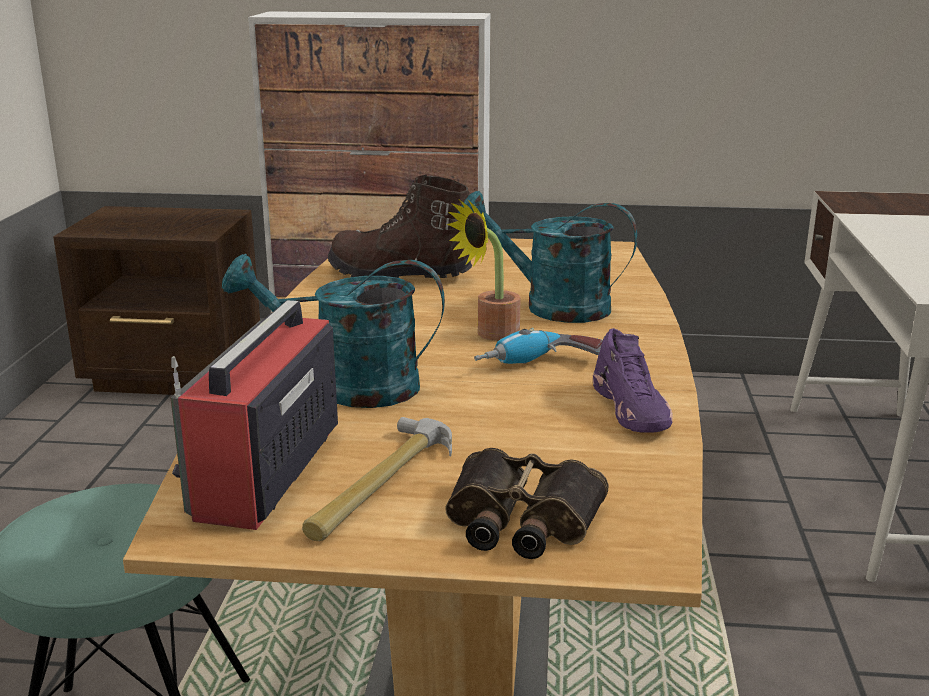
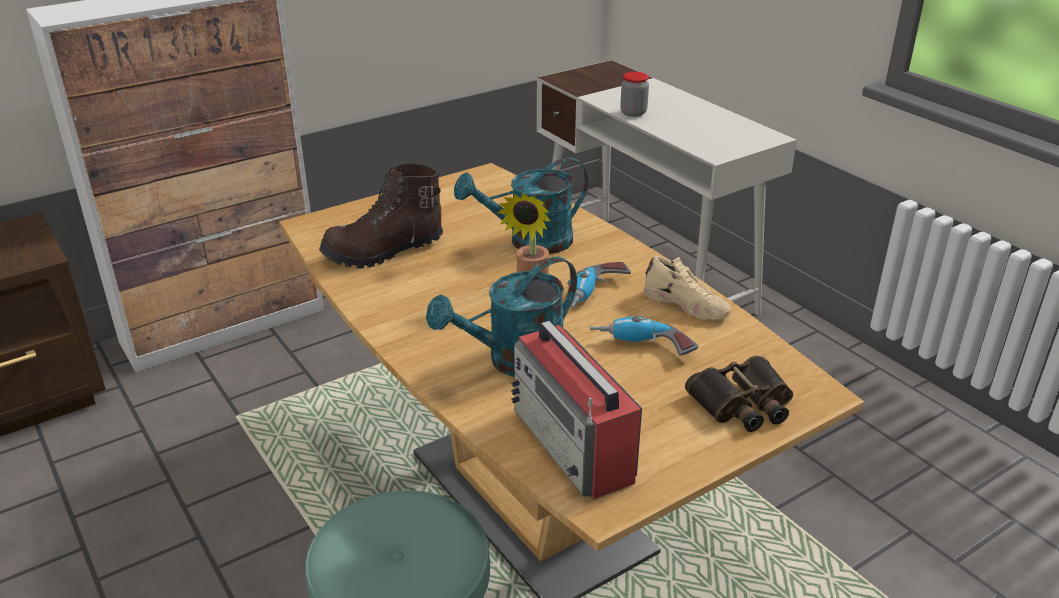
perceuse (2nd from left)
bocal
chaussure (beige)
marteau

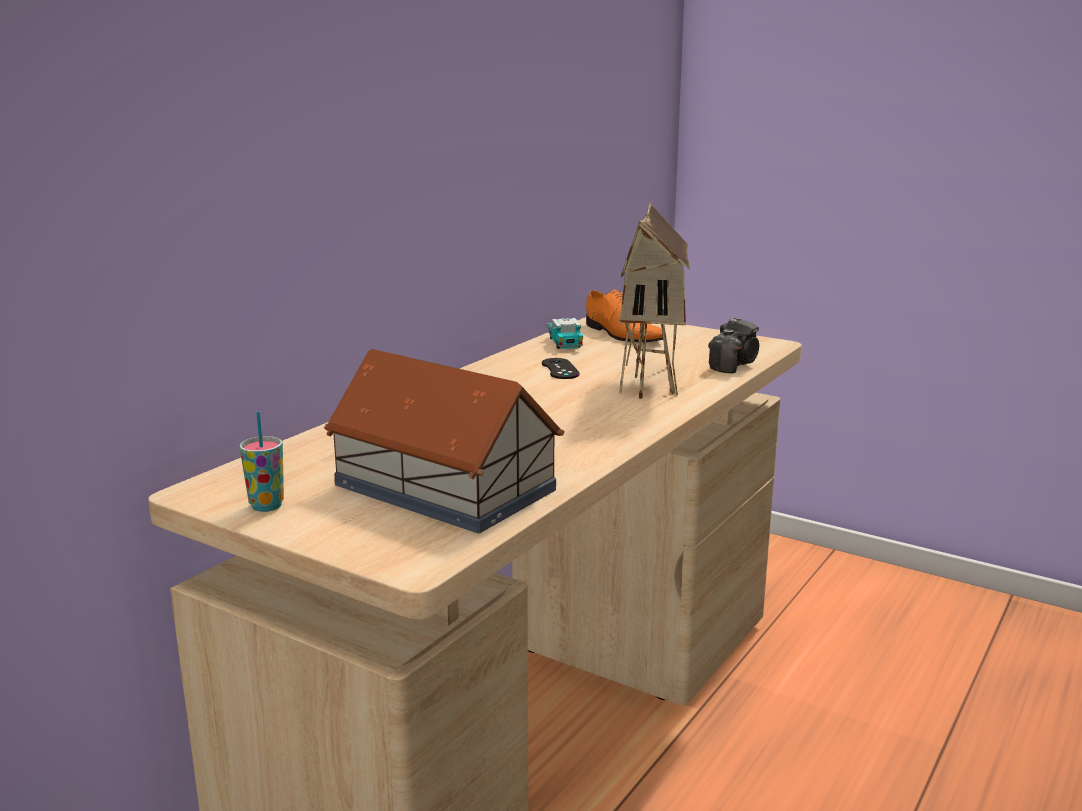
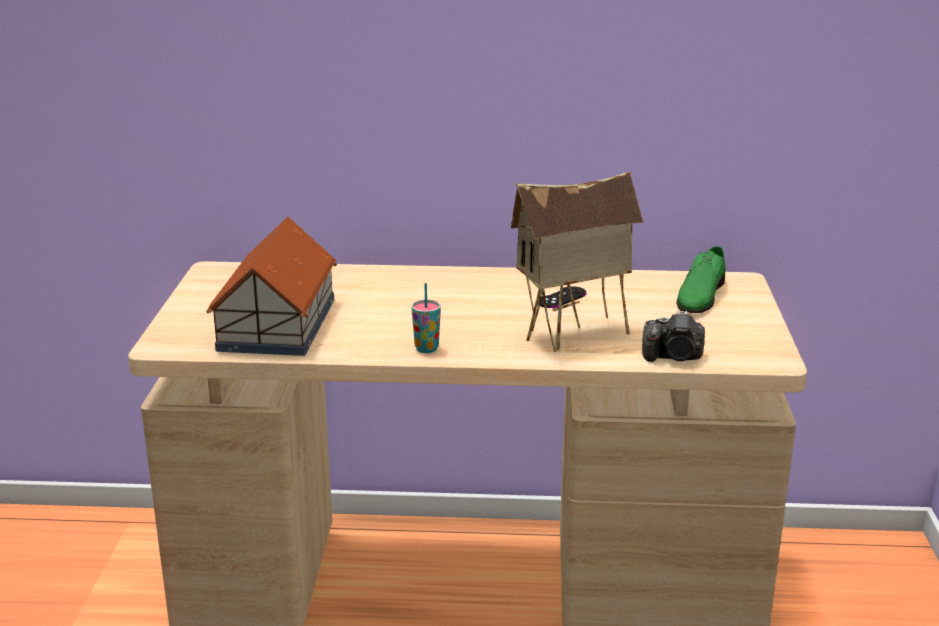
tasse
chaussure (vert)
petite voiture

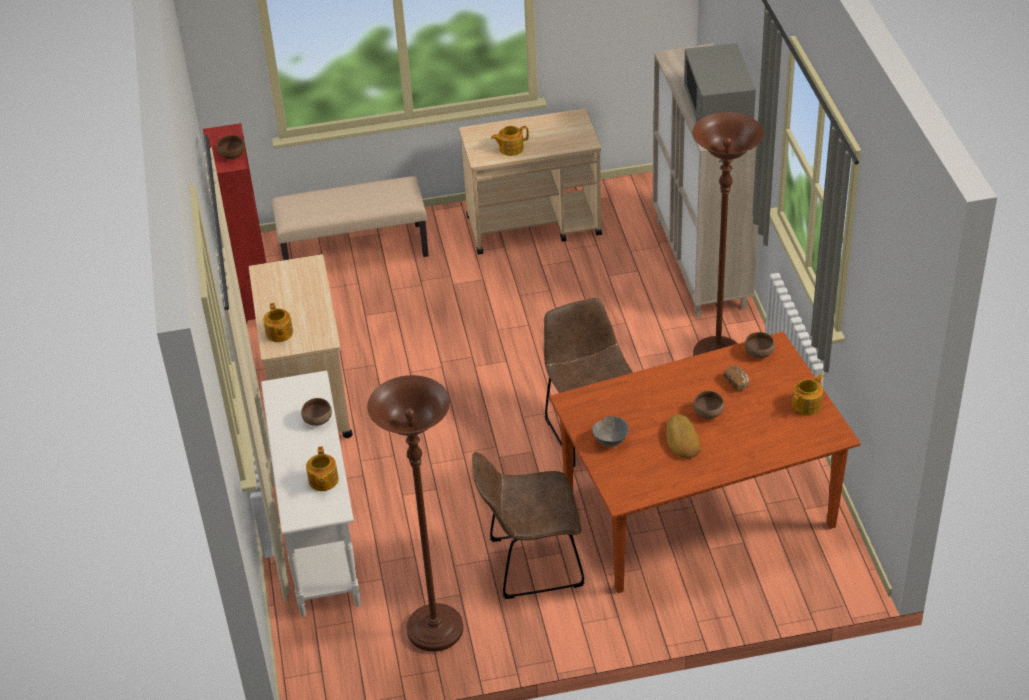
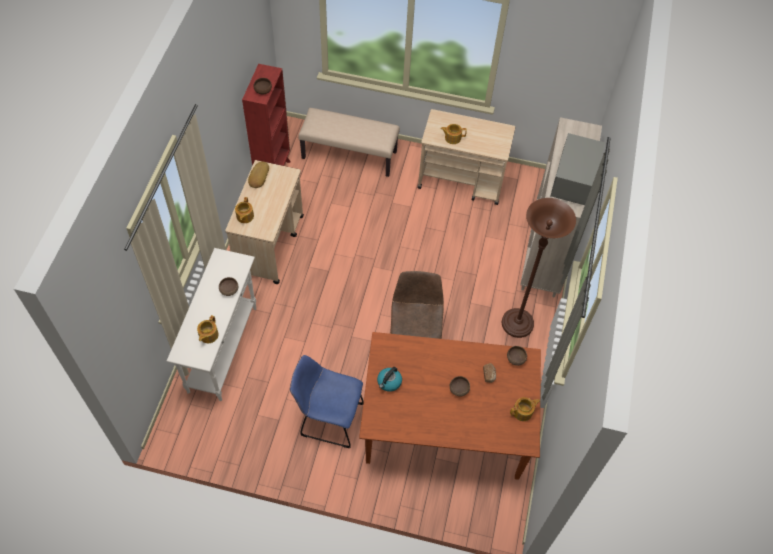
pain (1st from left)
chaise (bleu)
bouilloire
lampadaire (marron) (1st from left in the first image)

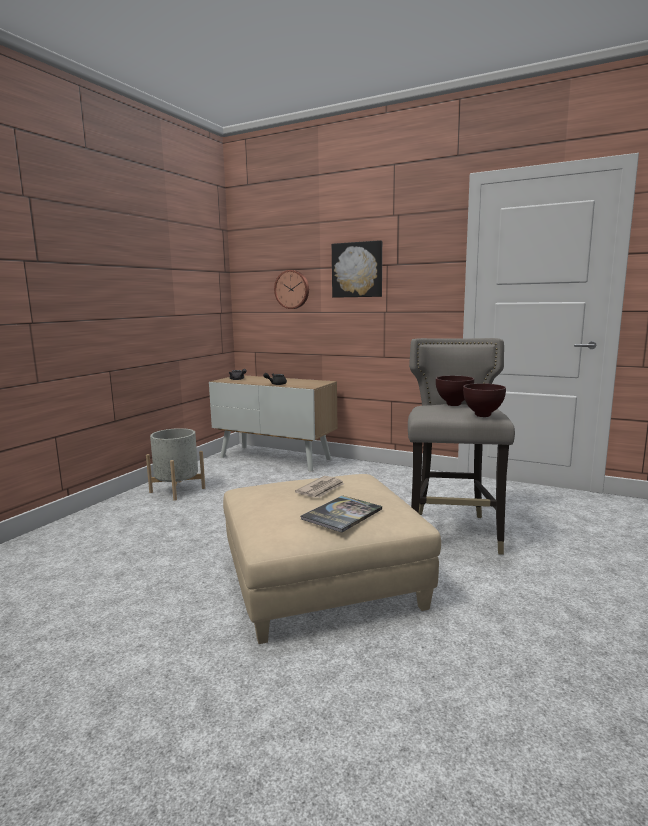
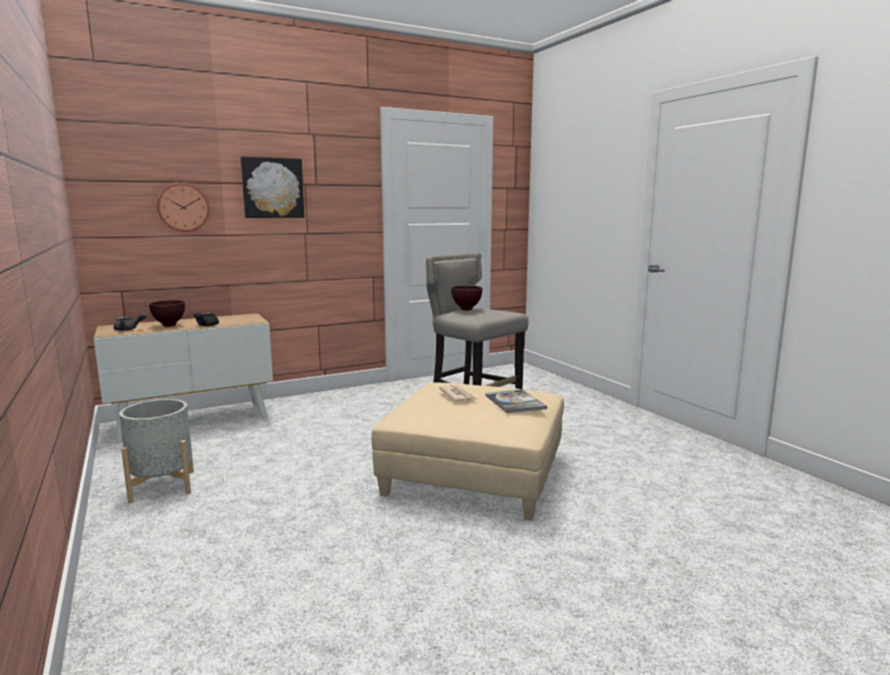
bol (marron) (1st from left)

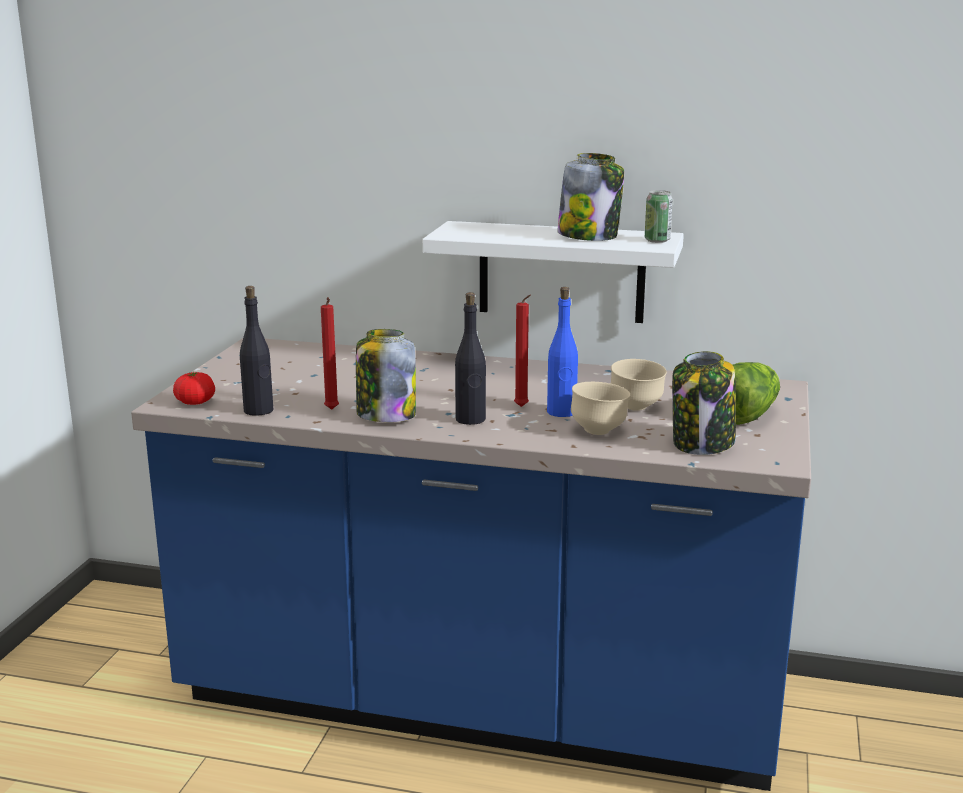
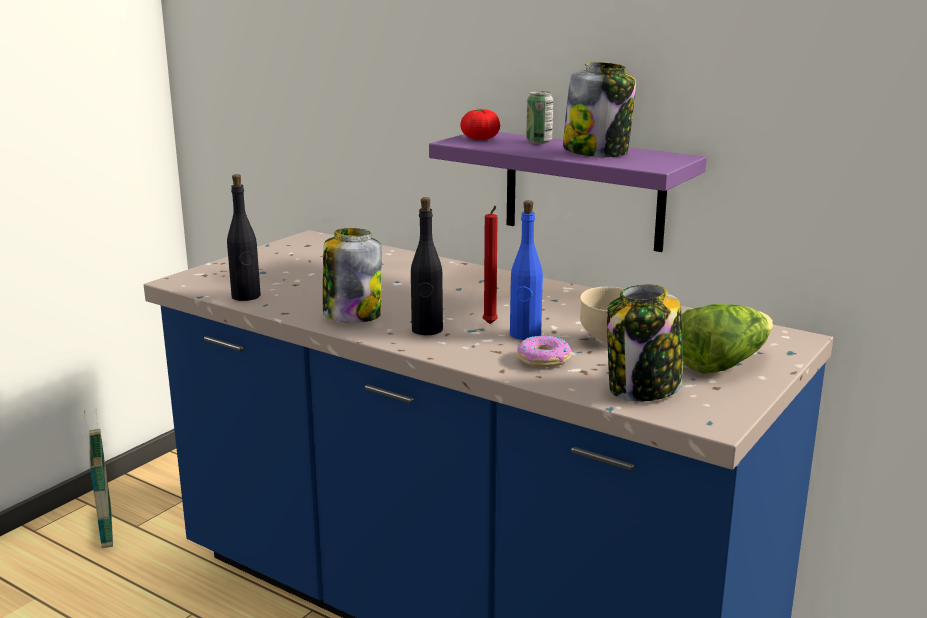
panier
étagère (violet)
tomate
beignet
boîte métallique
bougie (rouge) (1st from left in the first image)

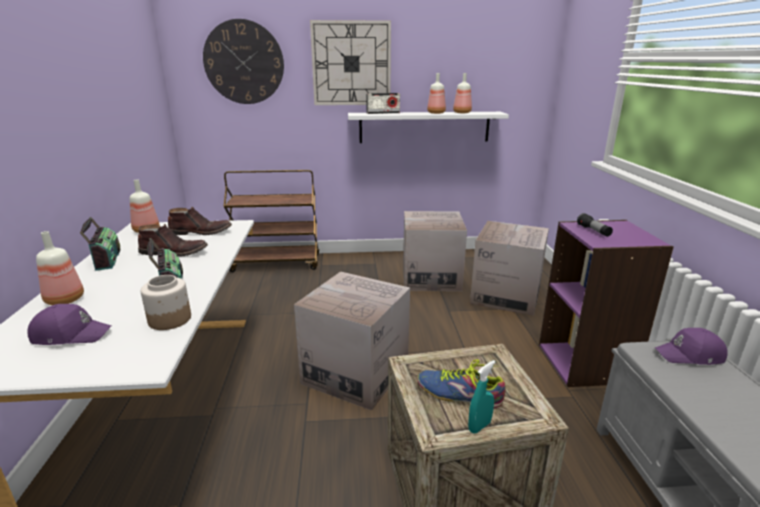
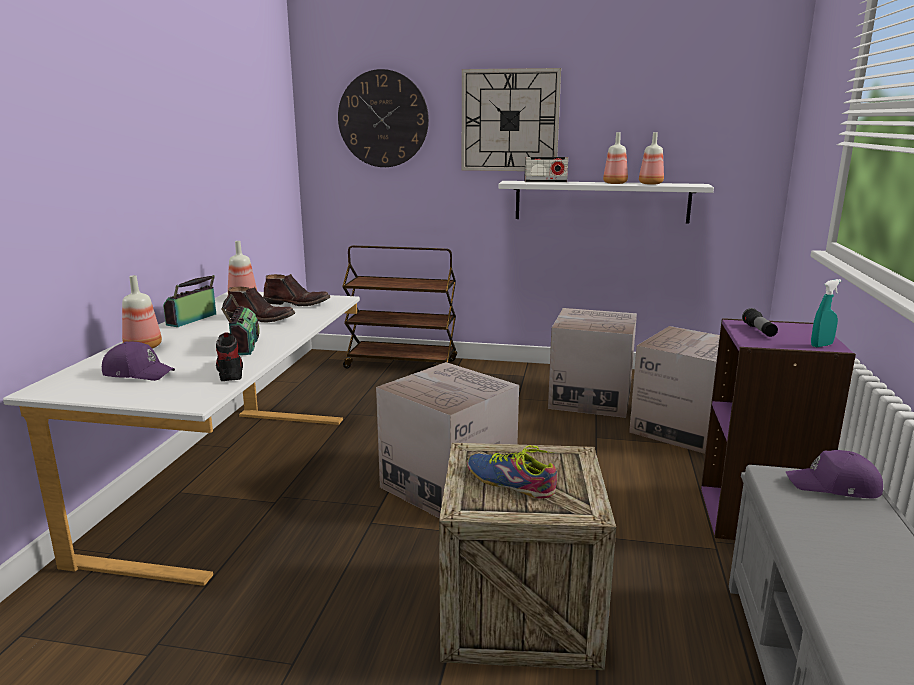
radio (1st from left)
chaussure (1st from left)
vaporisateur (turquoise)

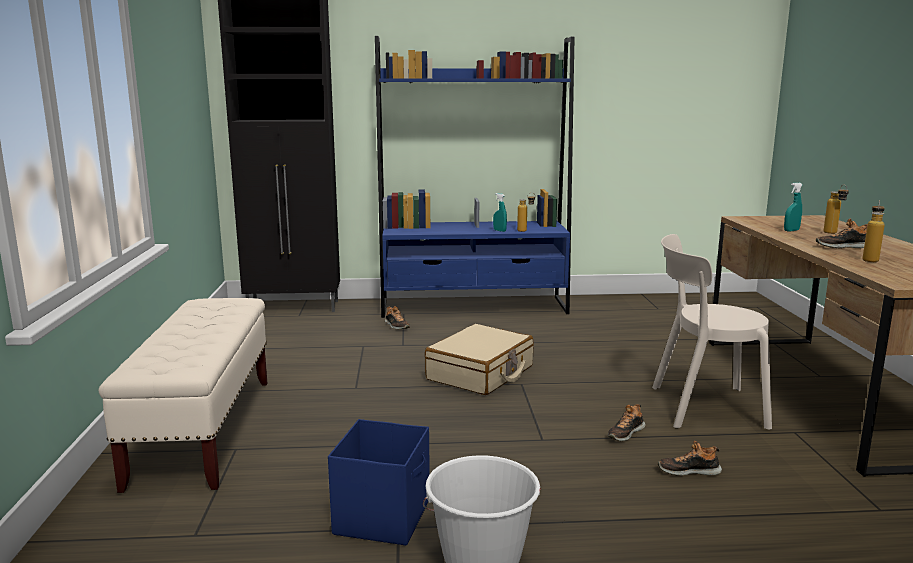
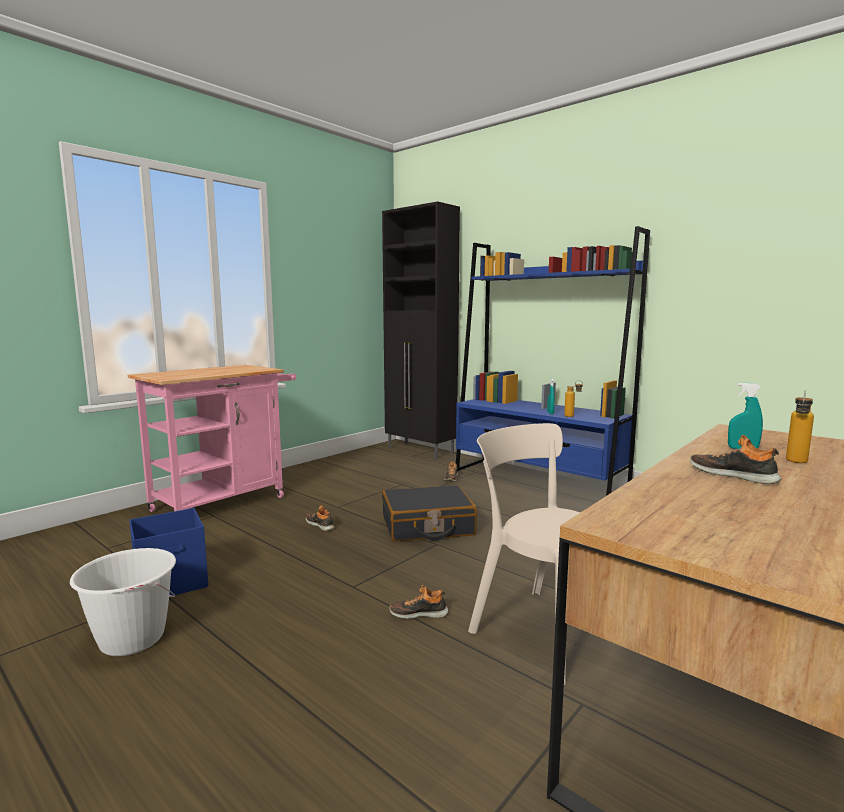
chariot (rose)
chaussure (1st from left)
valise (noir)
bouteille (3rd from left in the first image)

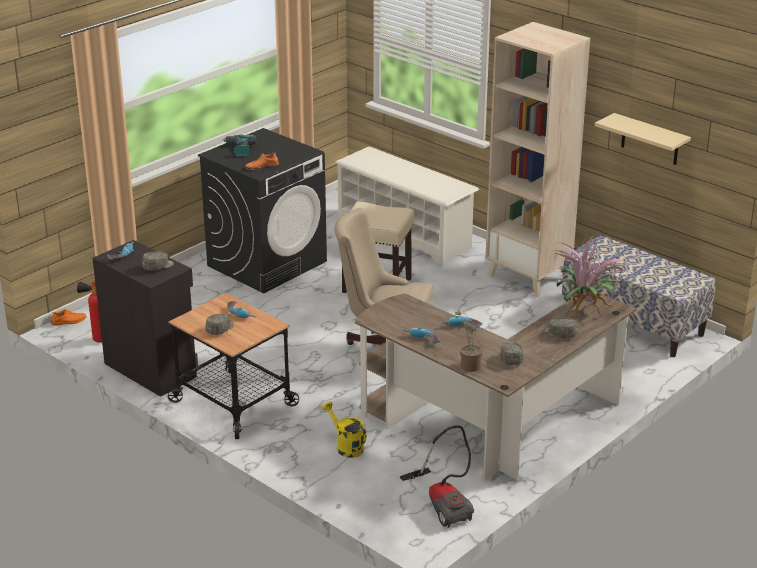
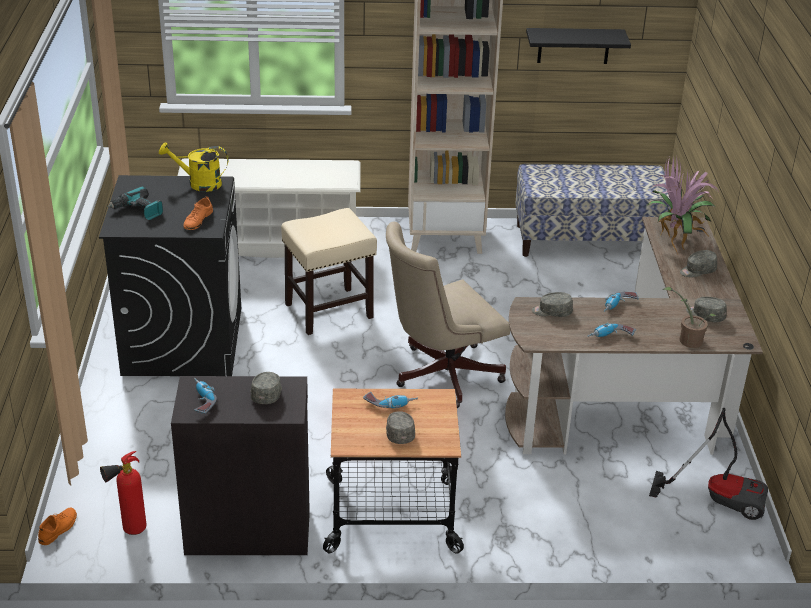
arrosoir (jaune)
étagère (noir)
casquette (gris) (3rd from left)

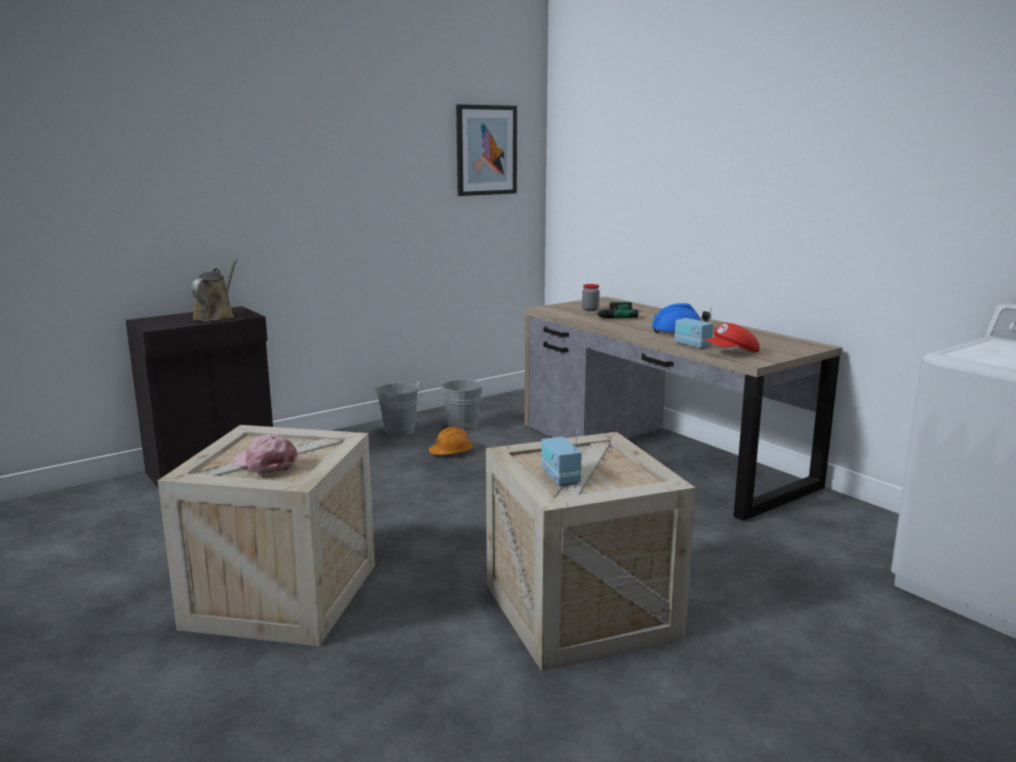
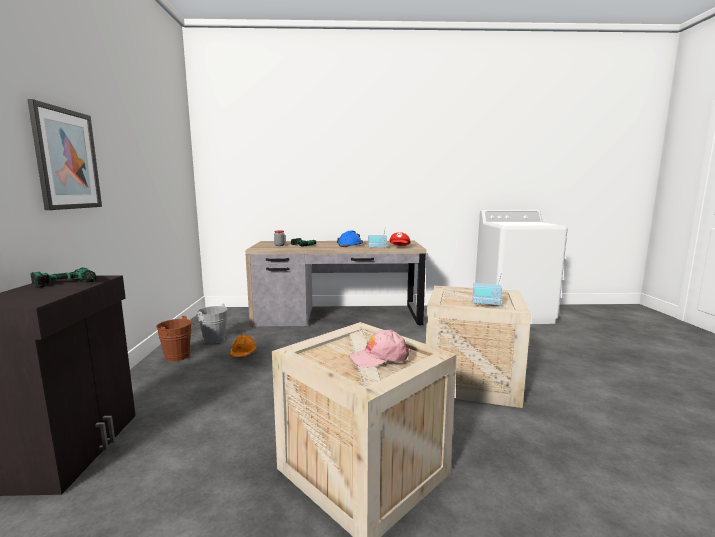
tableau
perceuse (1st from left)
seau (marron)

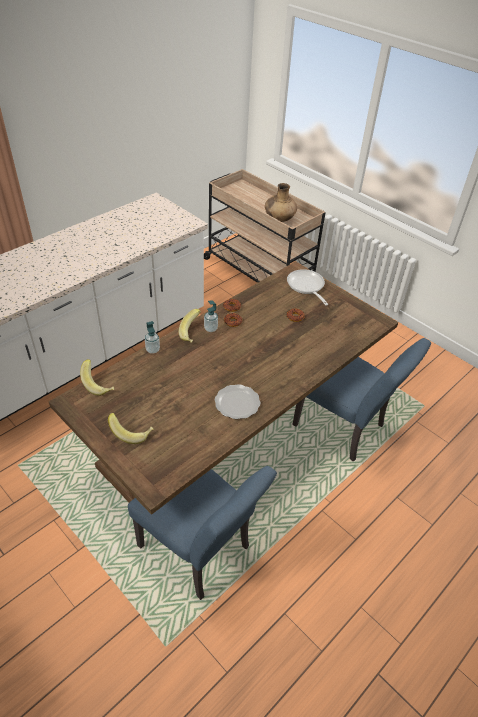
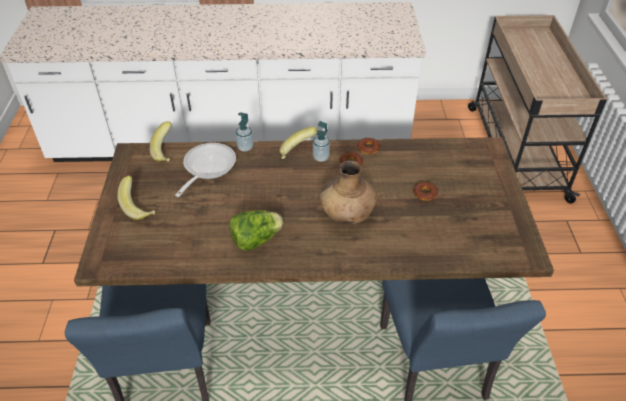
poêle
laitue
vase (marron)

